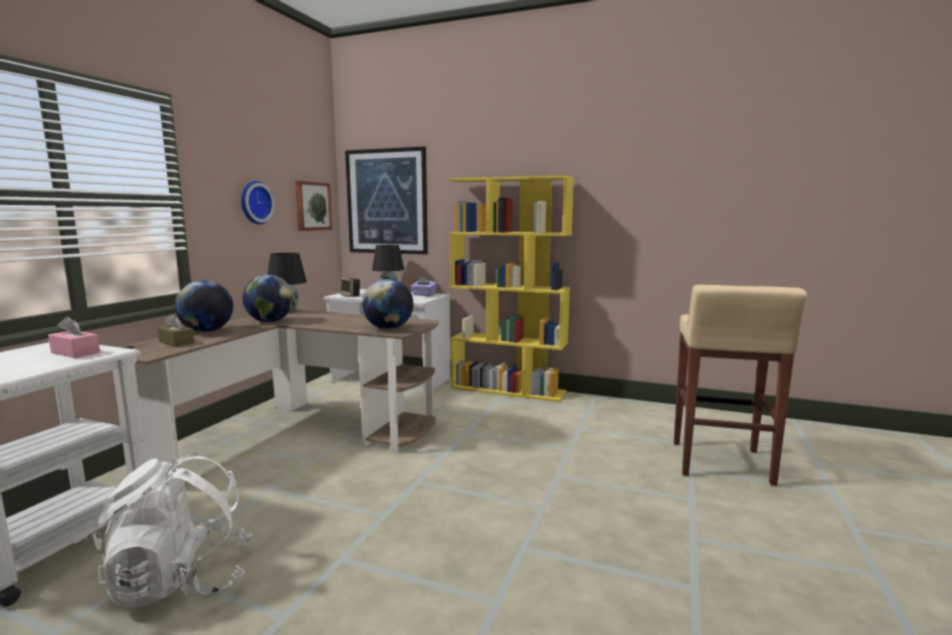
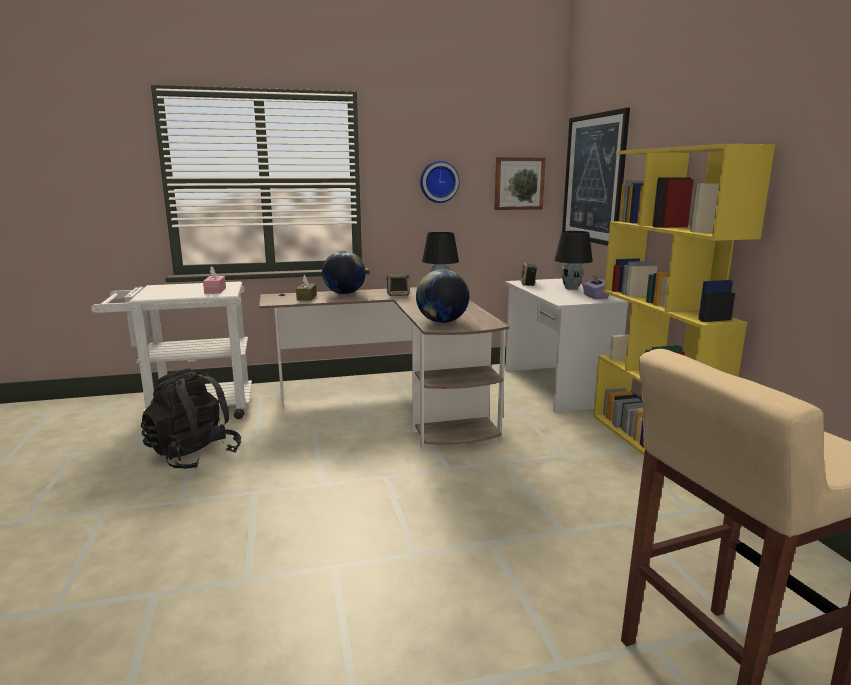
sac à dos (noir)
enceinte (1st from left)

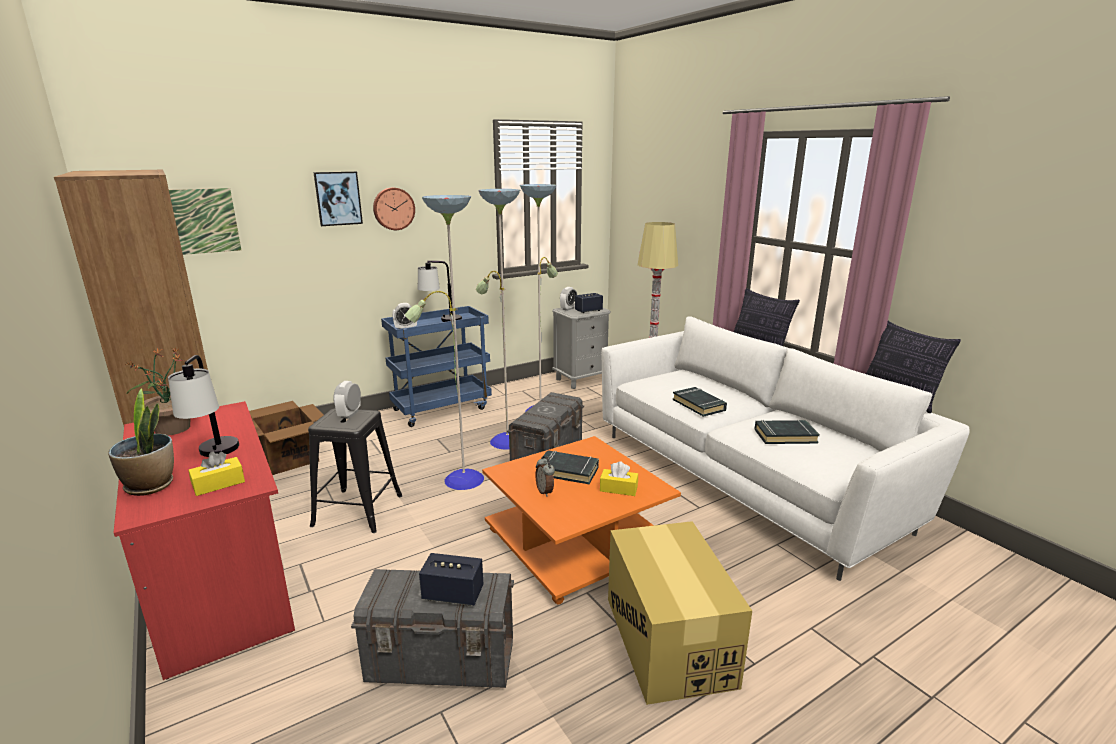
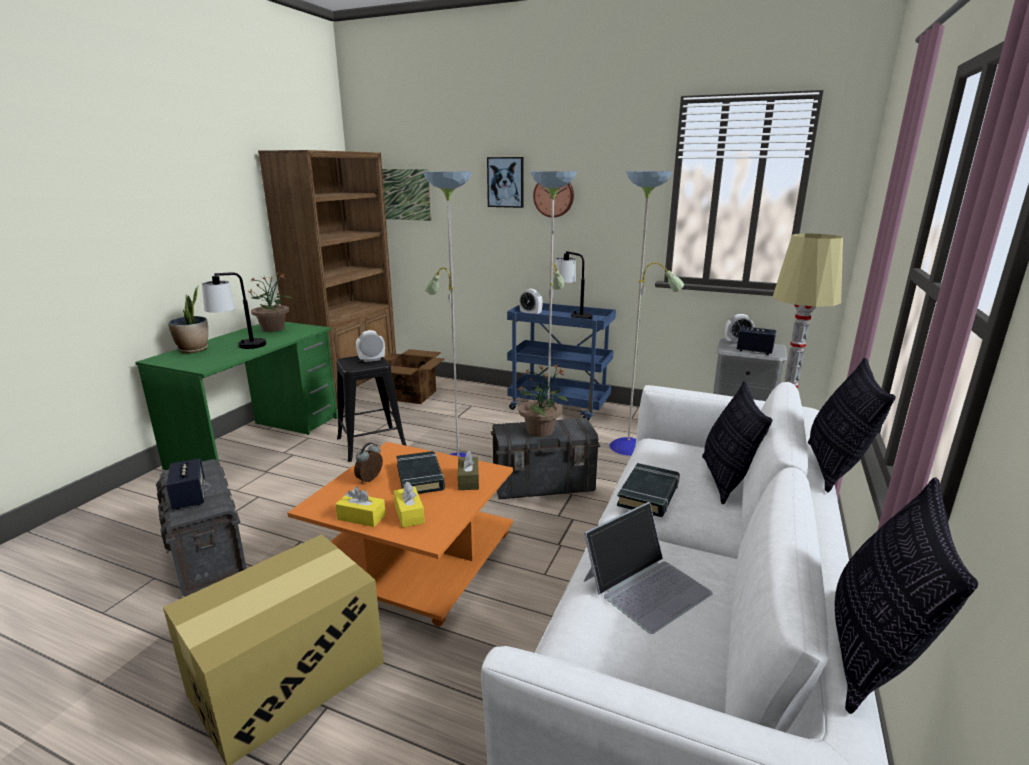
bureau (vert)
boîte à mouchoirs (jaune) (1st from left)
boîte à mouchoirs (marron)
plante en pot (3rd from left)
ordinateur portable
coussin (1st from left)

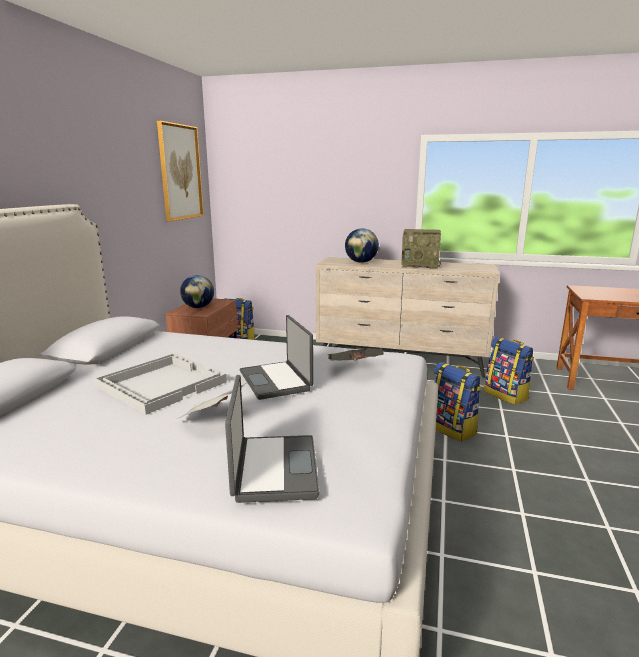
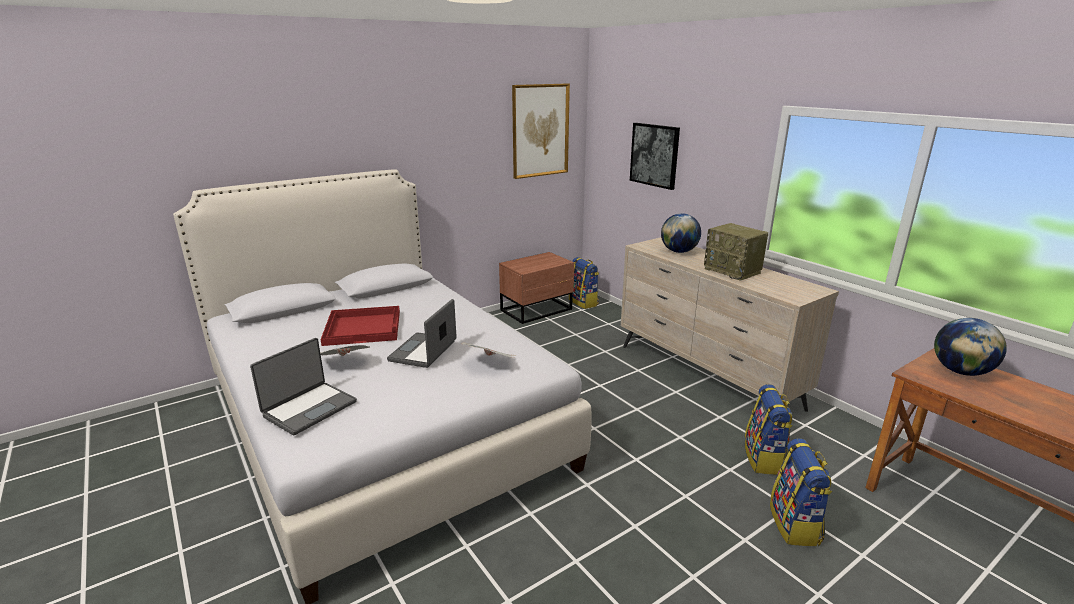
plateau (rouge)
tableau (2nd from left)
sac à dos (3rd from left)
globe (2nd from left)

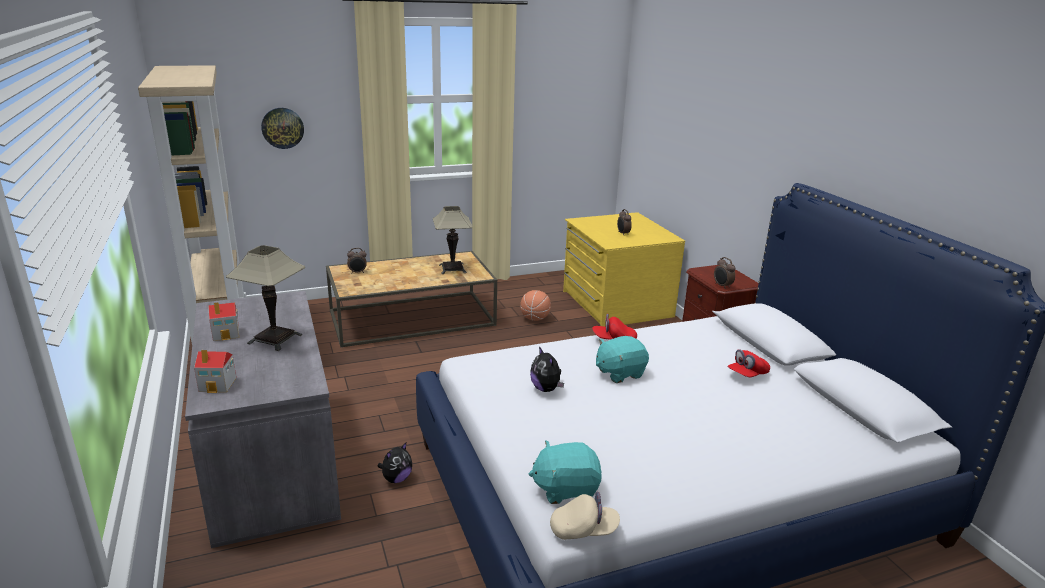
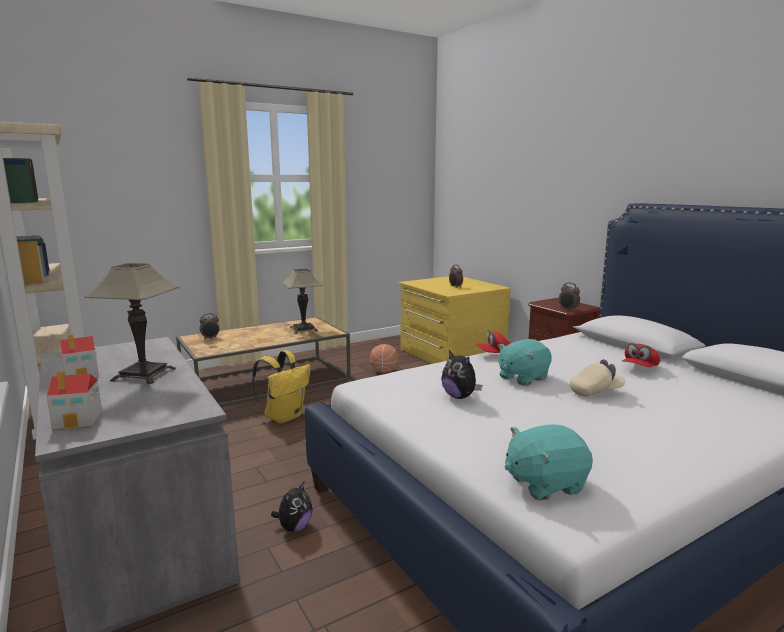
sac à dos (jaune)
casquette (beige)
horloge murale

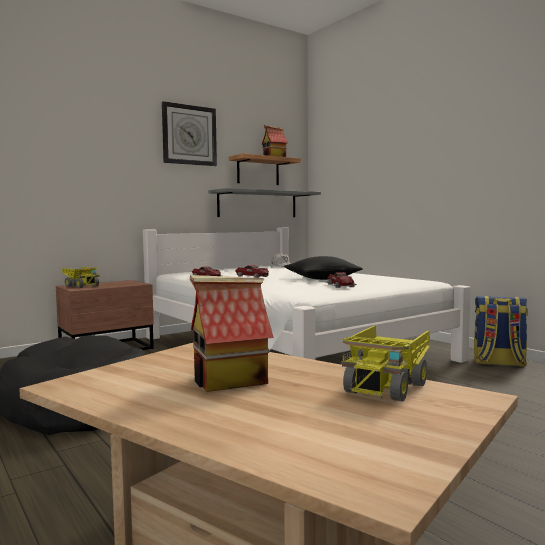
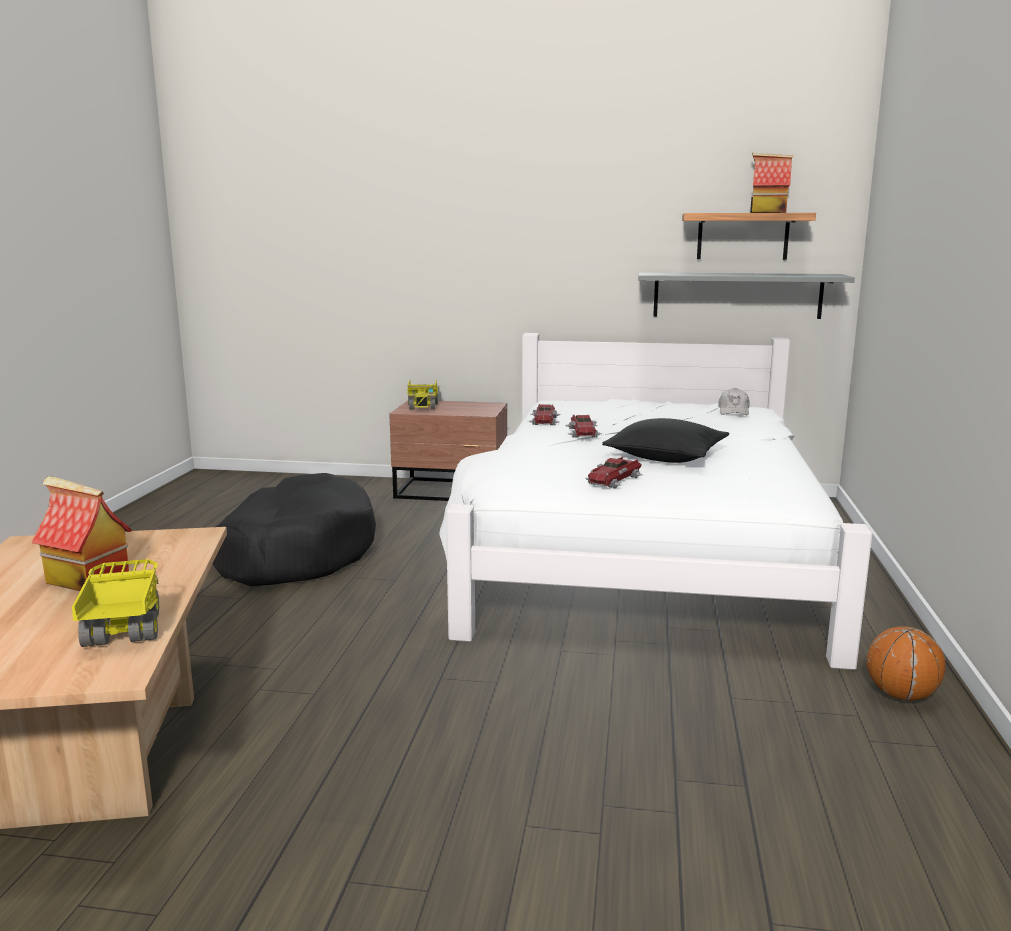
camion jouet (1st from left)
ballon de basket
horloge murale

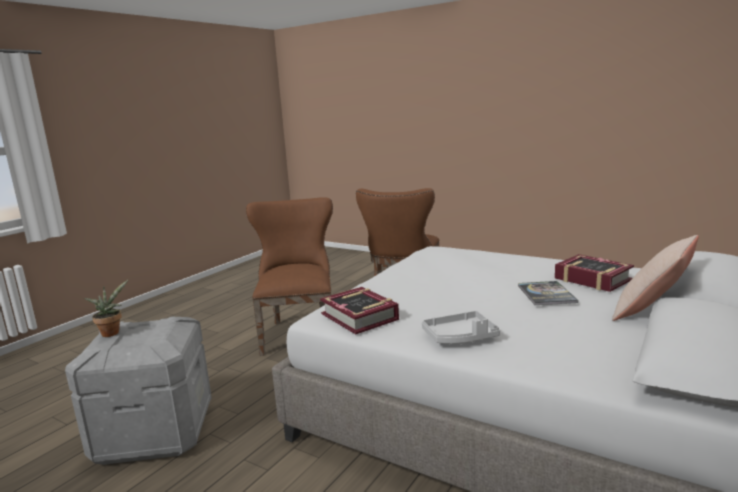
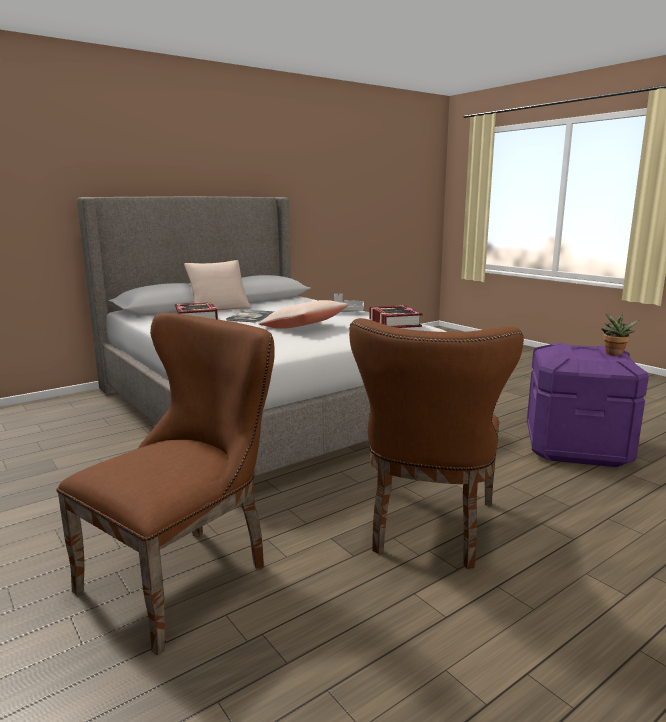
coussin (beige) (2nd from left)
boîte de rangement (violet)

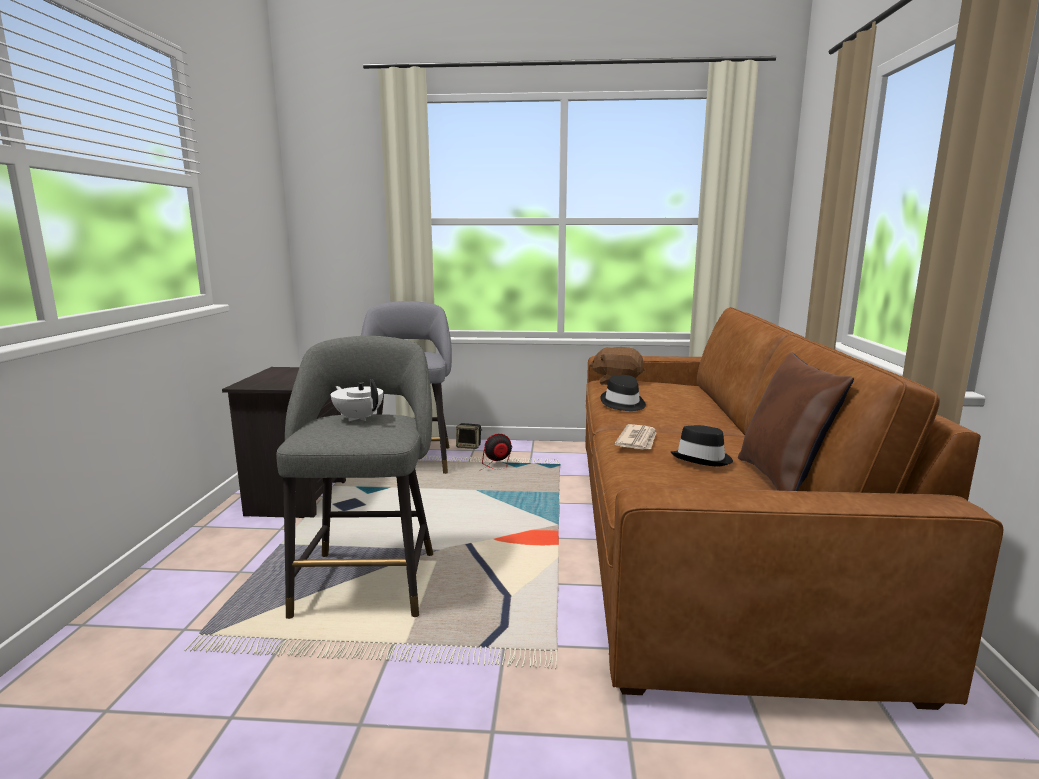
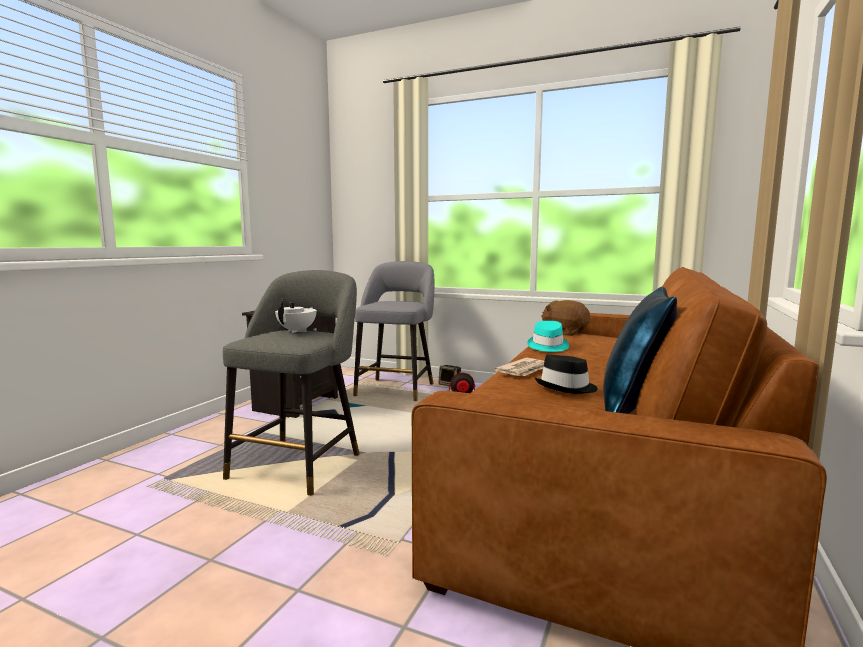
théière (blanc)
chapeau (turquoise)
coussin (bleu)

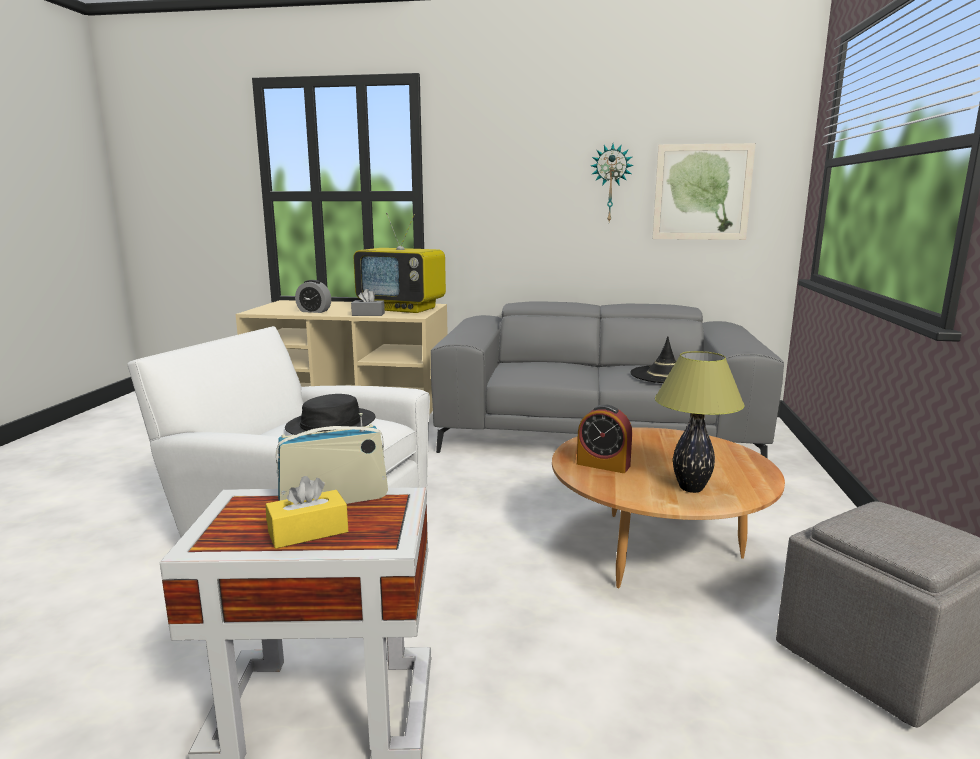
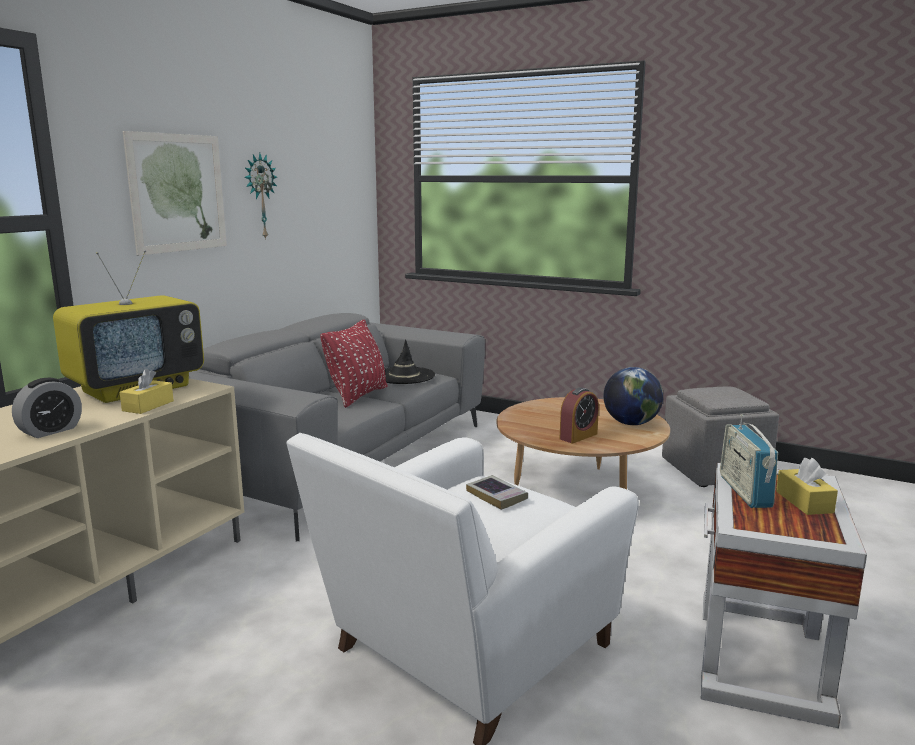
boîte à mouchoirs (jaune) (1st from left)
tableau
coussin (rouge)
livre
globe

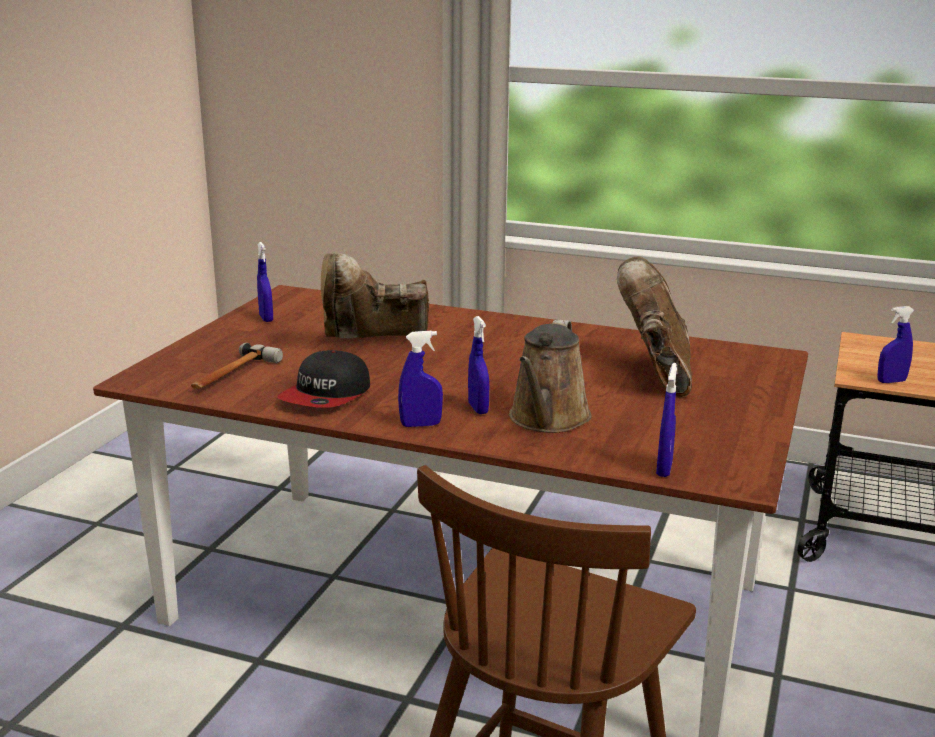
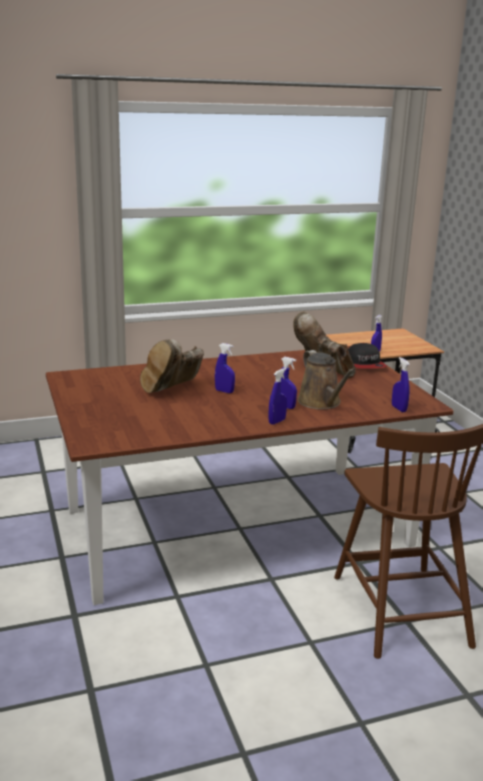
vaporisateur (bleu) (1st from left)
casquette
marteau

